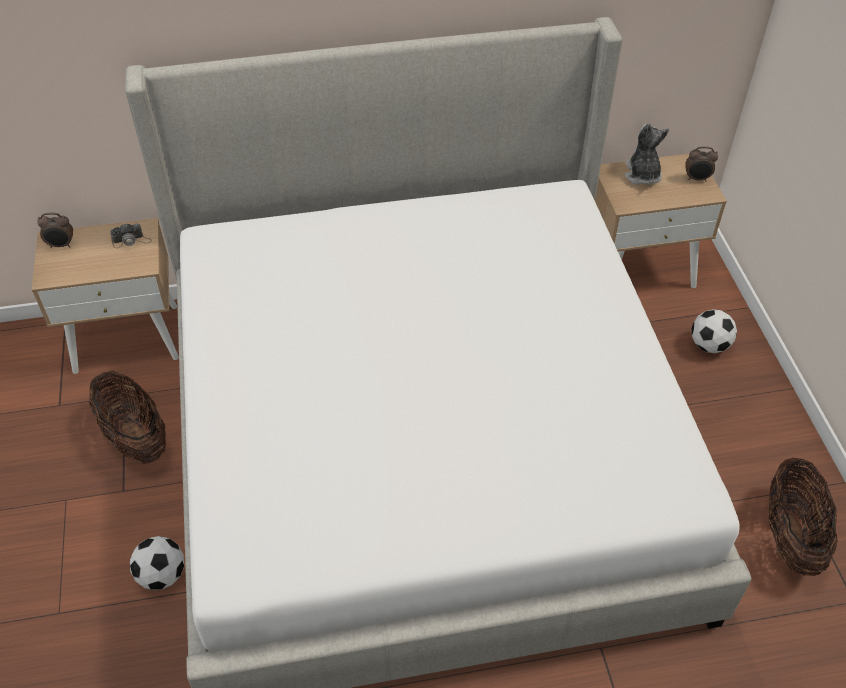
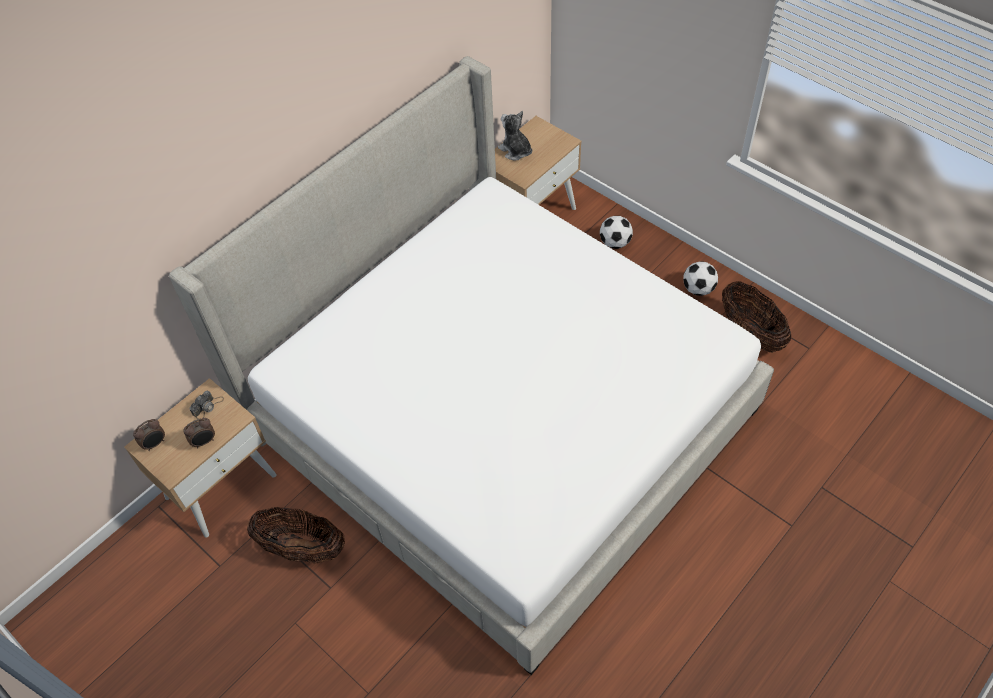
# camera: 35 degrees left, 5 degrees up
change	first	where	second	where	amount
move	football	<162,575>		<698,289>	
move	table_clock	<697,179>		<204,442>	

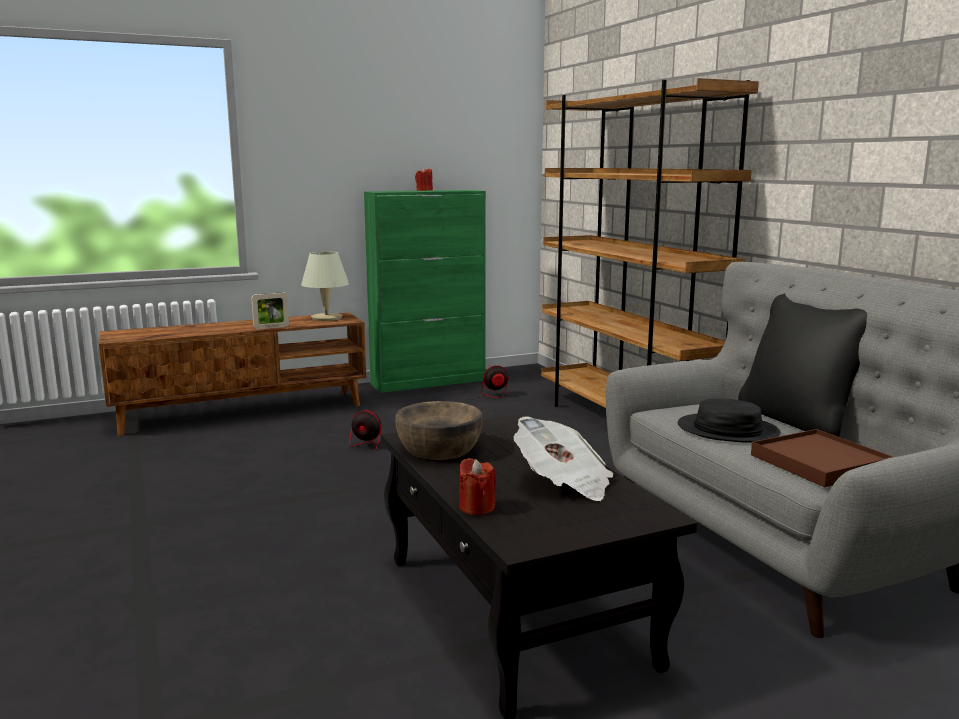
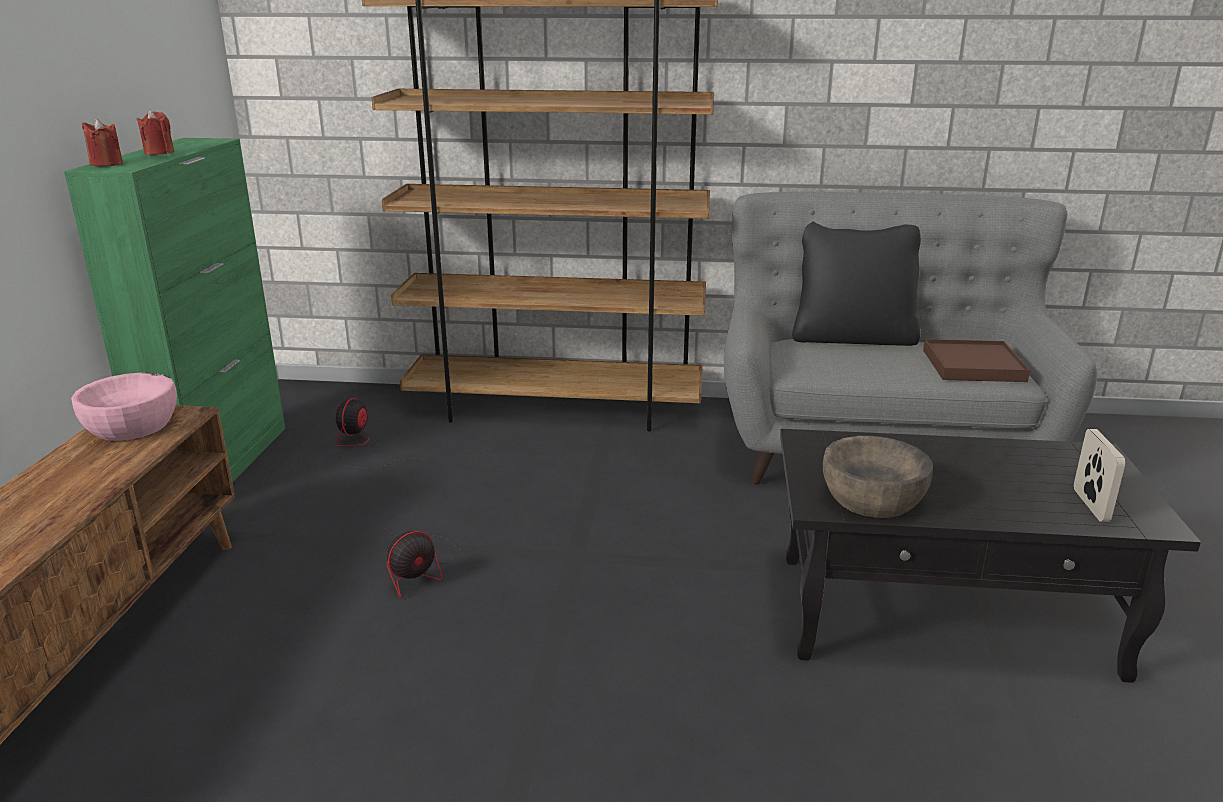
# camera: 60 degrees left, 10 degrees up
change	first	where	second	where	amount
move	picture_frame	<271,327>		<1090,505>	
replace	beige-coloured_lamp_for_a_table	<327,318>	pink_bowl	<131,426>	
move	red_candle	<476,507>		<106,164>	
delete	daily_paper	<564,483>			
delete	black_hat	<727,430>			

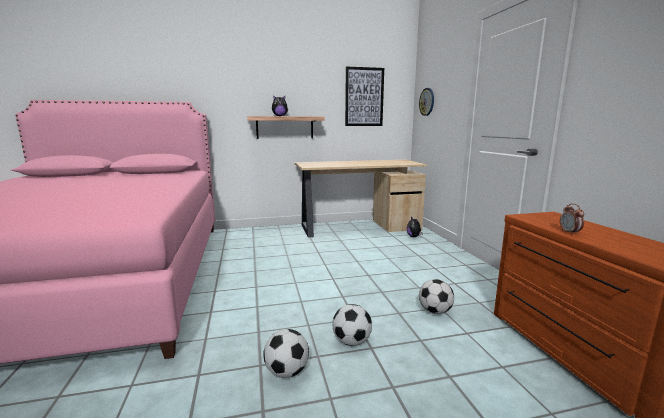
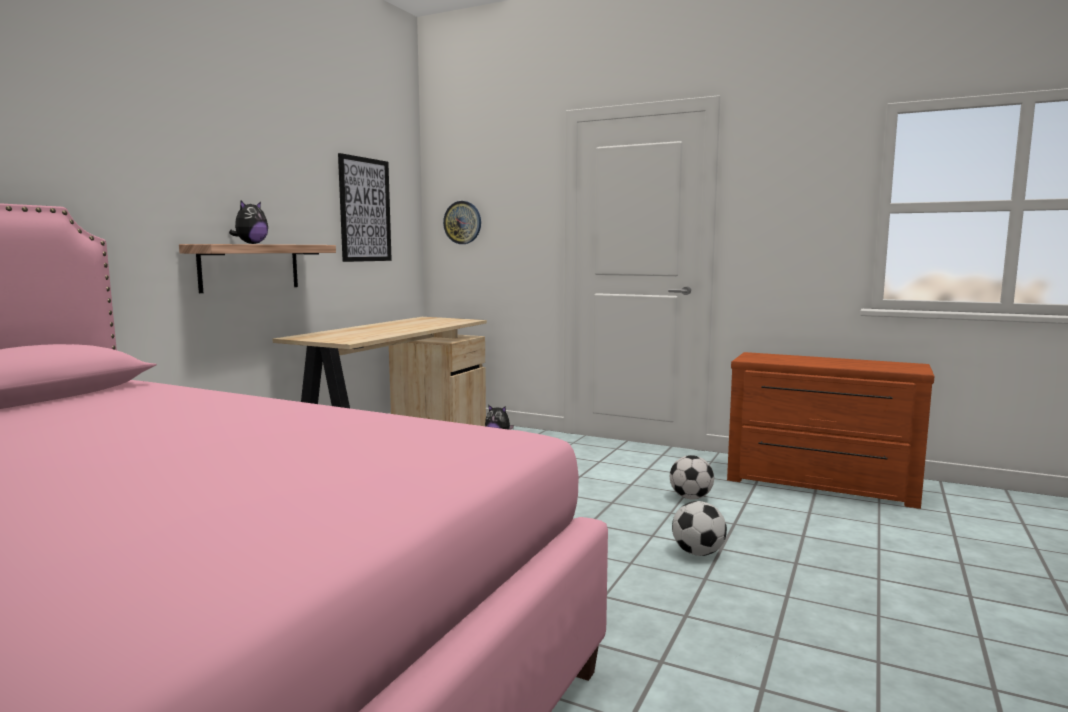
# camera: 50 degrees left, 5 degrees down
change	first	where	second	where	amount
delete	football	<287,372>			
delete	table_clock	<569,233>			

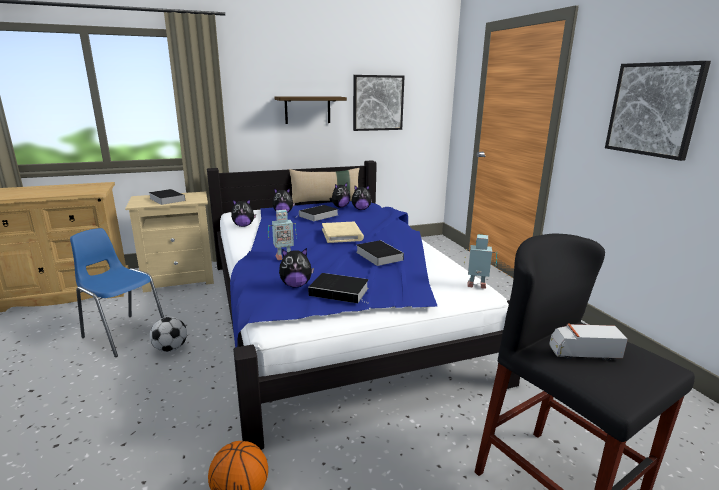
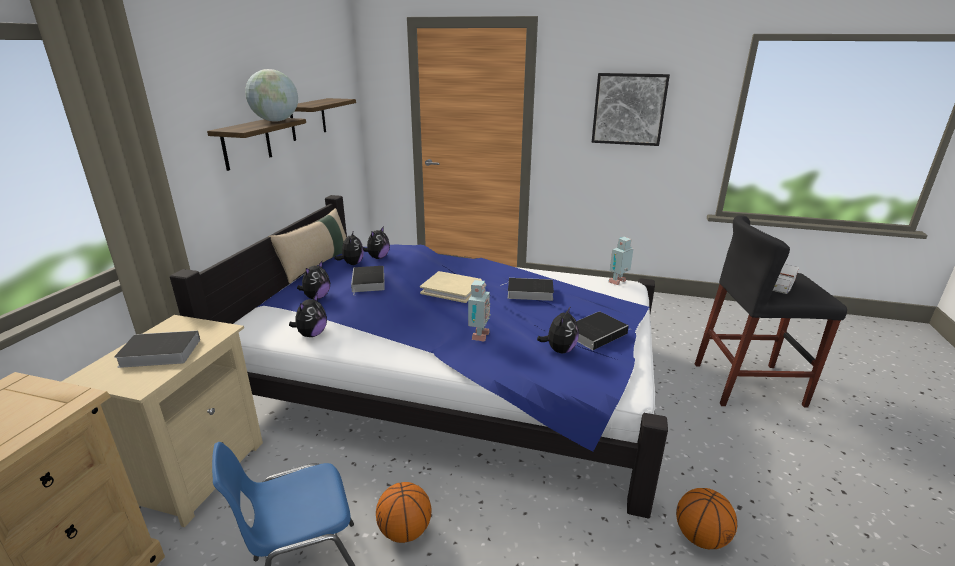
# camera: 55 degrees left, 5 degrees up
change	first	where	second	where	amount
replace	football	<170,349>	ball_for_basketball	<405,531>	
replace	wall_picture	<378,103>	wall_shelf	<308,119>	
insert			world_globe	<276,121>	

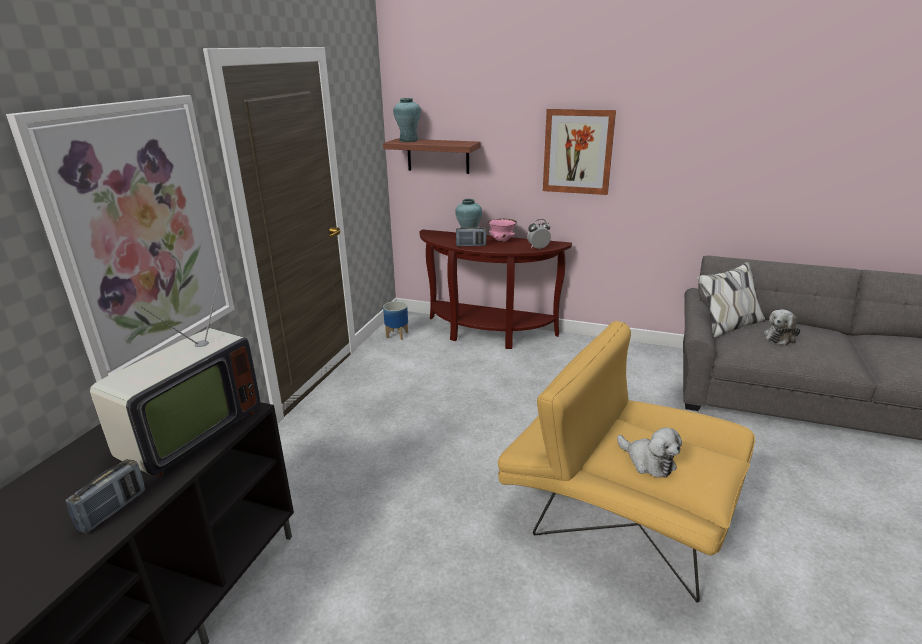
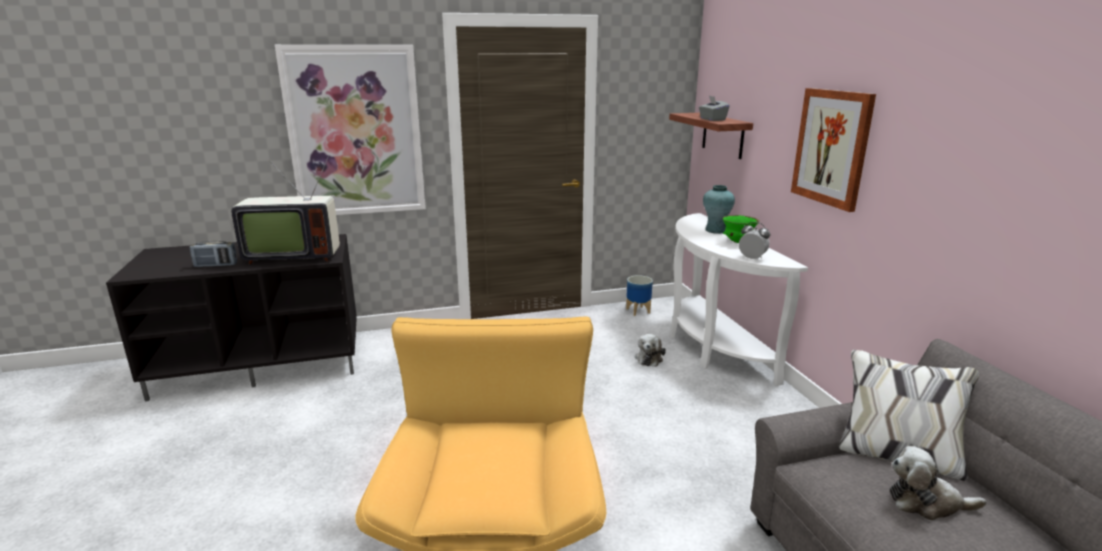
# camera: 55 degrees right, 5 degrees down
change	first	where	second	where	amount
delete	turquoise_vase	<408,140>			
recolor	brown_narrow_table	<487,333>	white-coloured_narrow_table	<712,347>	
delete	radio_set	<471,245>			
recolor	pink_bowl	<502,241>	green-coloured_bowl	<738,242>	
move	cuddly_toy	<648,461>		<649,358>	
insert			grey_tissue_holder	<712,119>	

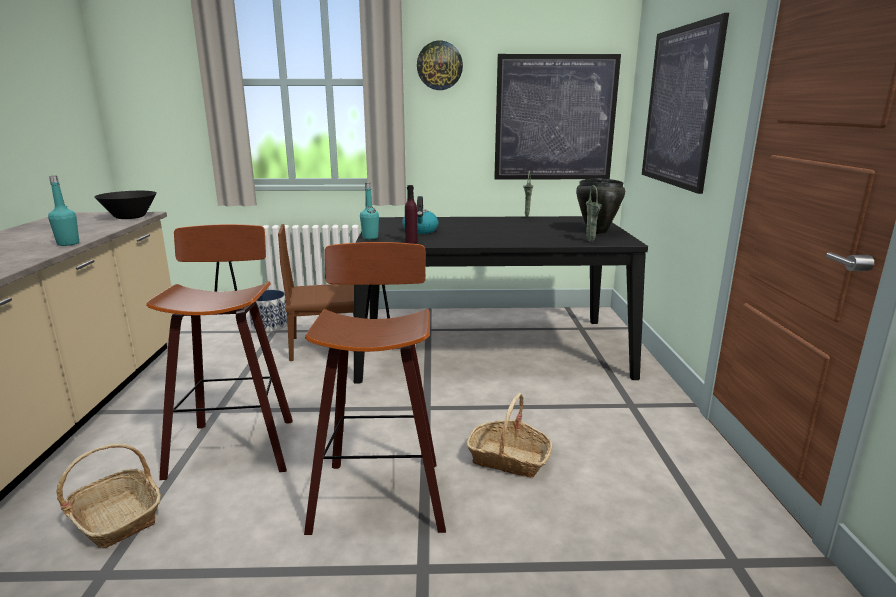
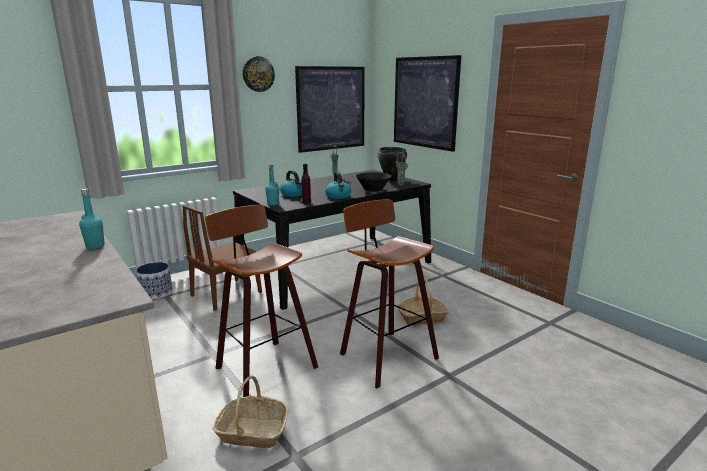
# camera: 35 degrees left, 0 degrees up
change	first	where	second	where	amount
move	black_bowl	<130,217>		<373,190>	
insert			kettle	<338,196>	

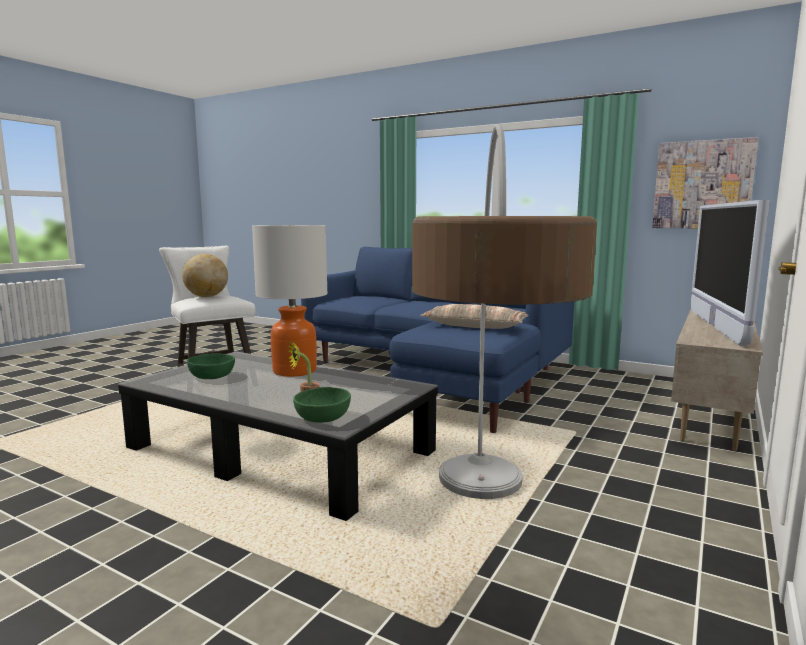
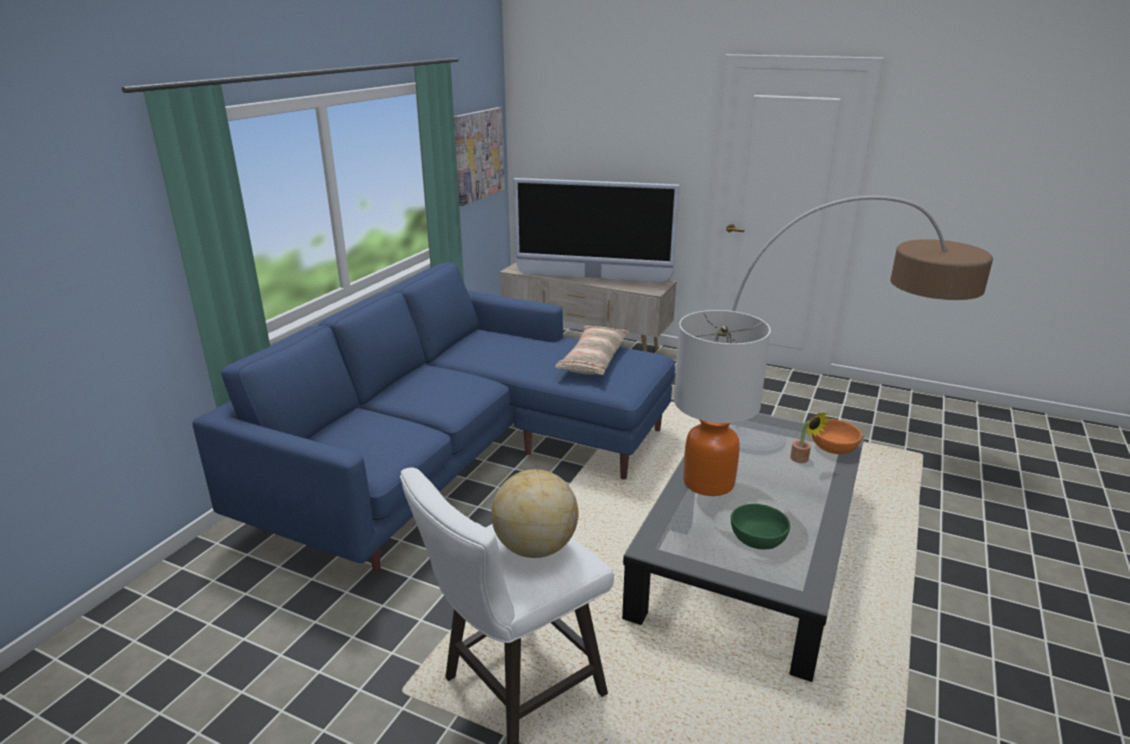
# camera: 95 degrees left, 15 degrees up
change	first	where	second	where	amount
recolor	green-coloured_bowl	<322,417>	orange_bowl	<834,447>	

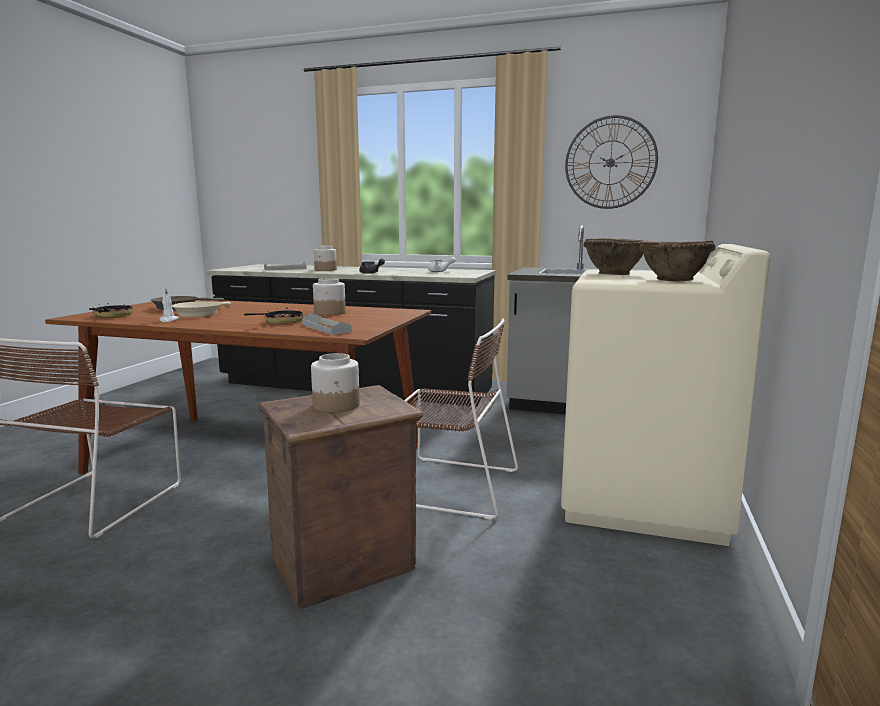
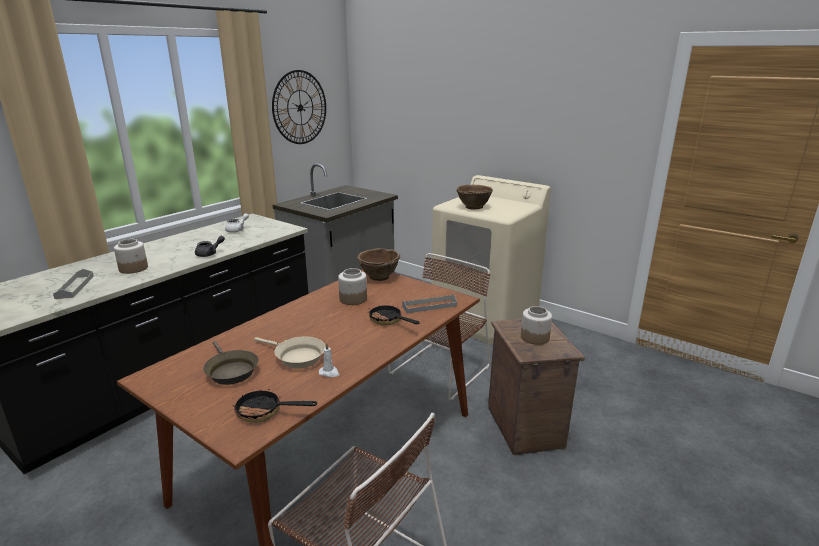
# camera: 70 degrees left, 10 degrees up
change	first	where	second	where	amount
move	brown_bowl	<672,280>		<379,277>	

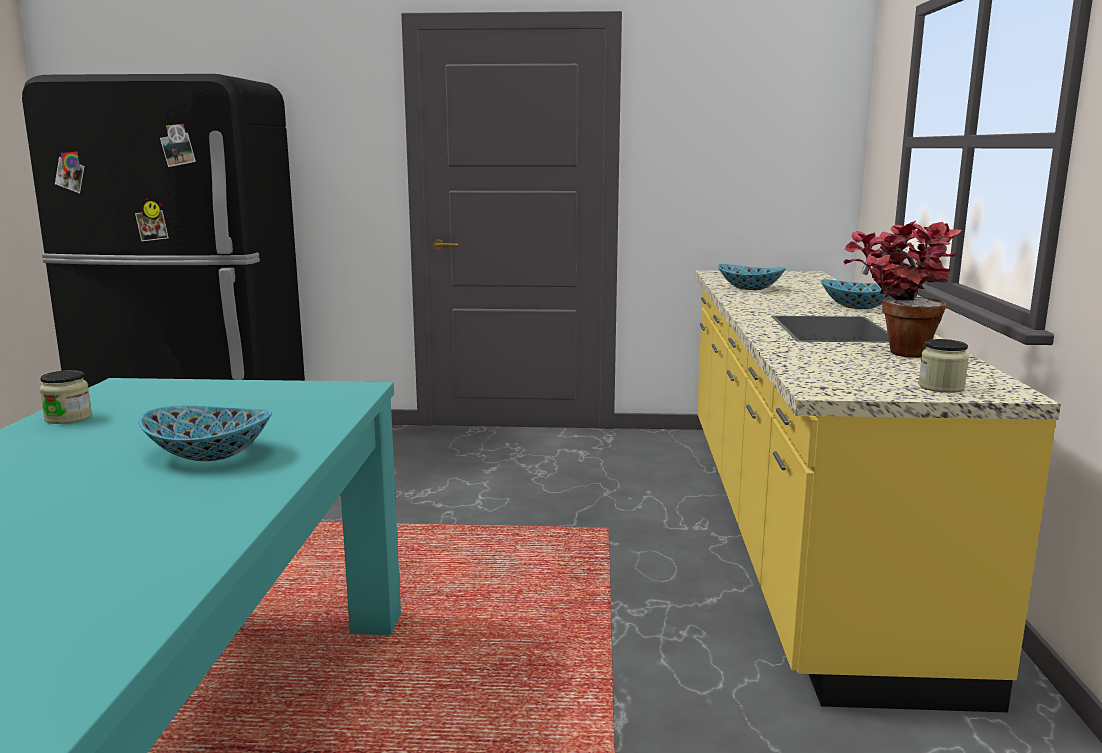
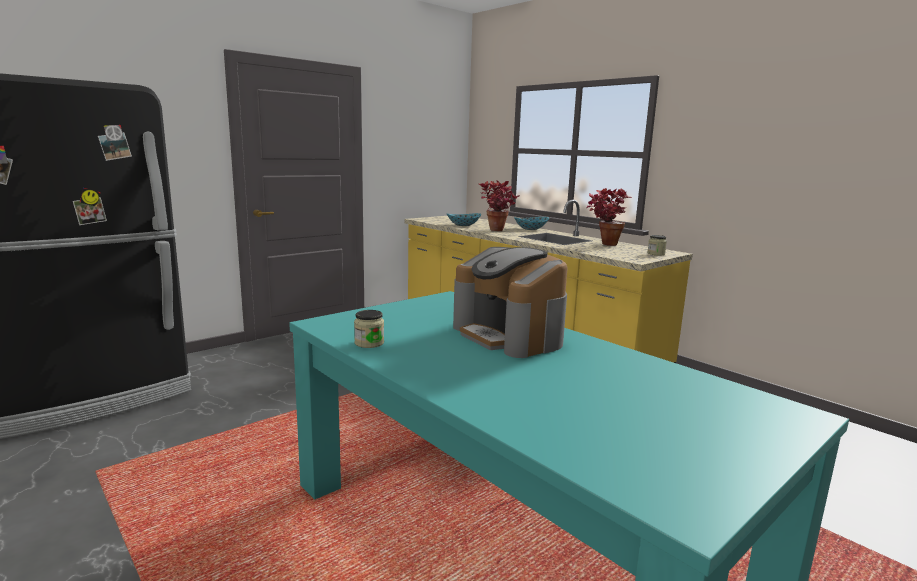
# camera: 45 degrees left, 0 degrees up
change	first	where	second	where	amount
replace	bowl	<209,455>	coffee_machine	<509,335>	
insert			potted_plant	<497,231>	

